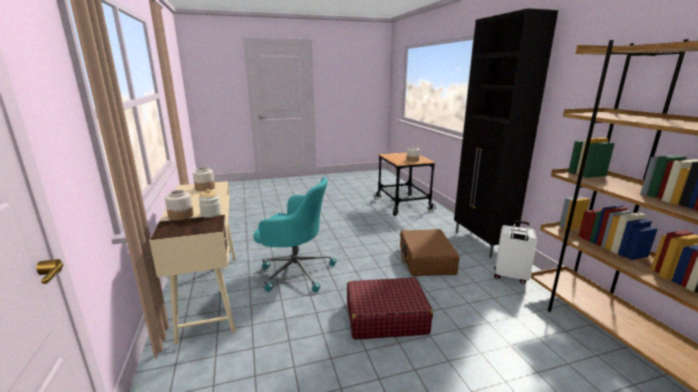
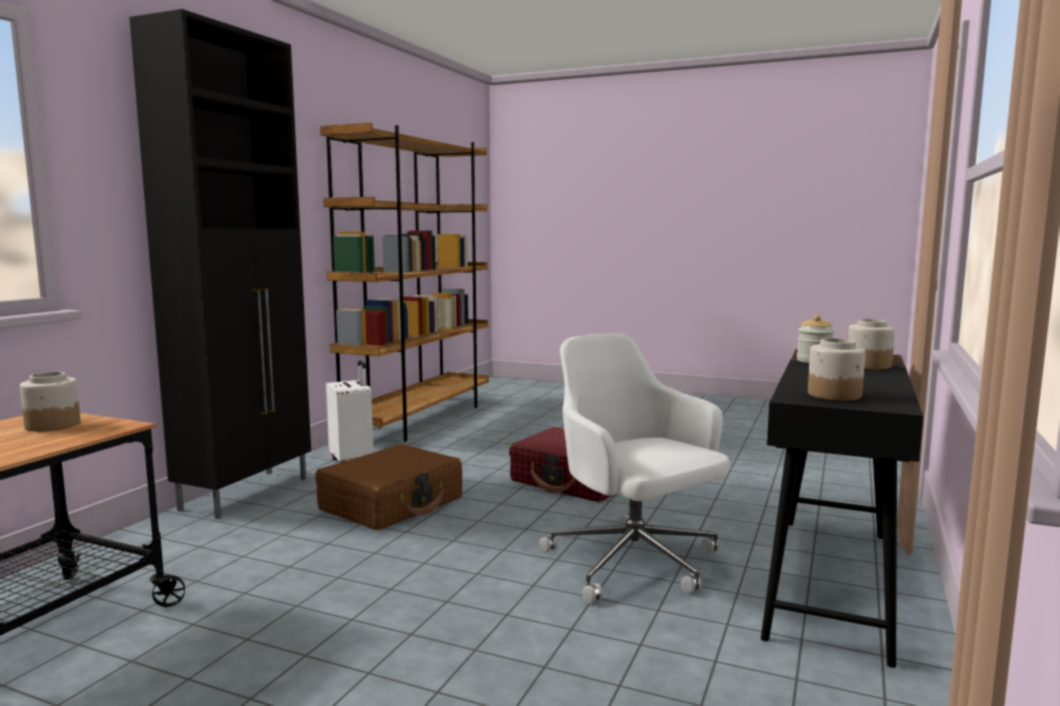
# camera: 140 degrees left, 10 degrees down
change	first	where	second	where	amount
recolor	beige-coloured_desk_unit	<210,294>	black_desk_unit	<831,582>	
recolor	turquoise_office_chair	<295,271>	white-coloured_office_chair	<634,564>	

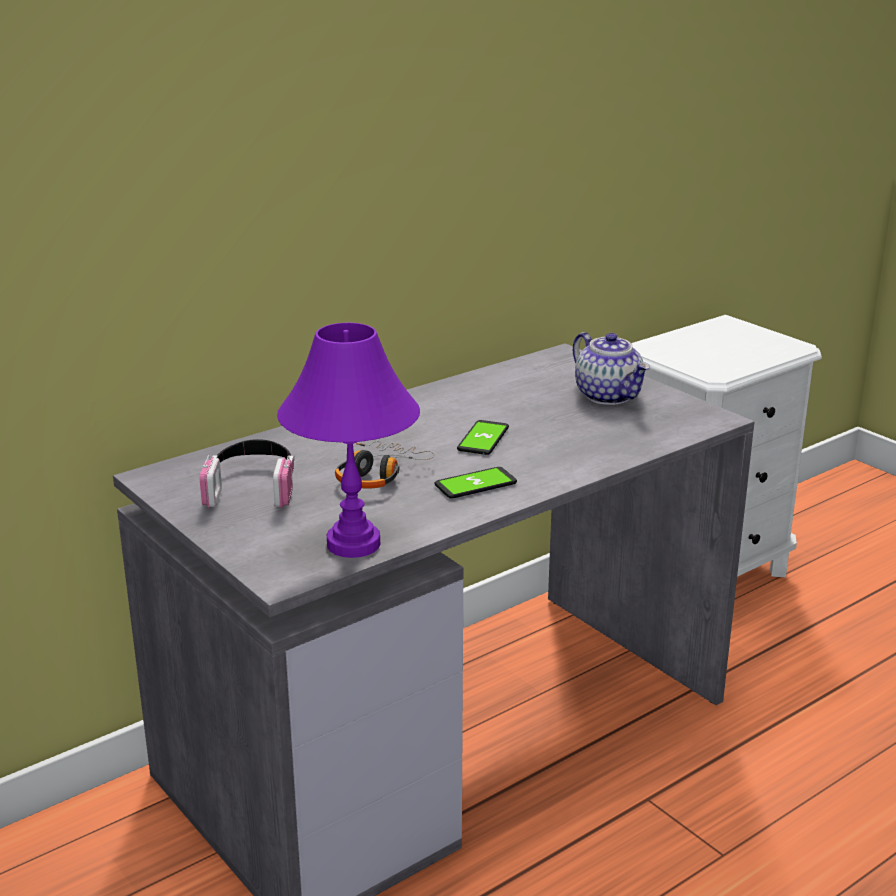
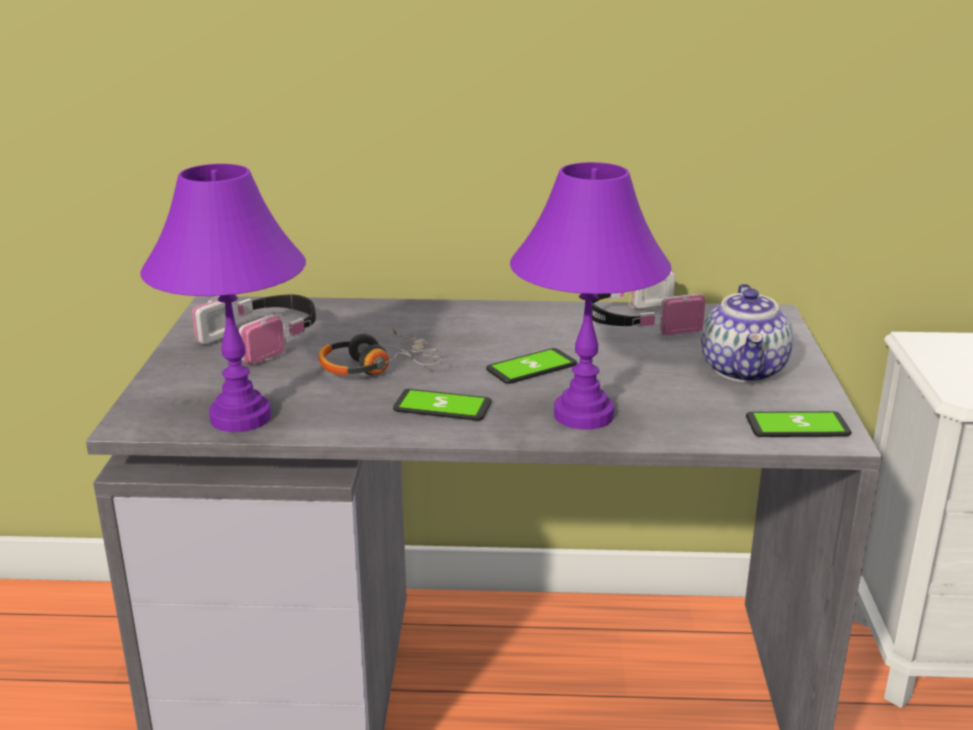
# camera: 40 degrees right, 0 degrees up
change	first	where	second	where	amount
insert			purple_lamp_for_a_table	<585,415>	
insert			headset	<638,323>	
insert			phone	<797,426>	

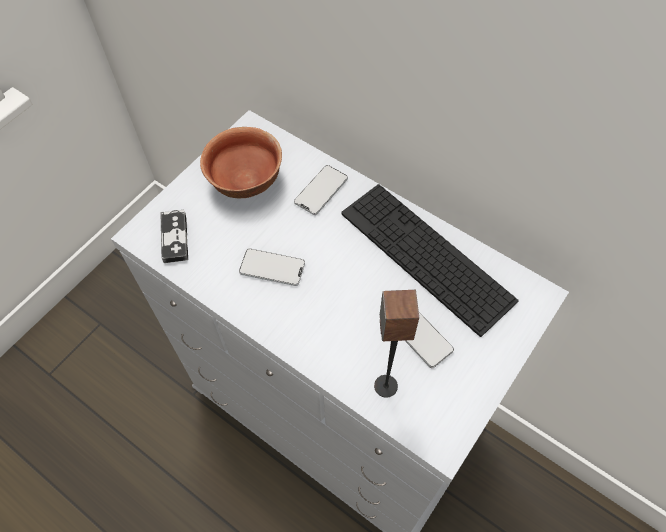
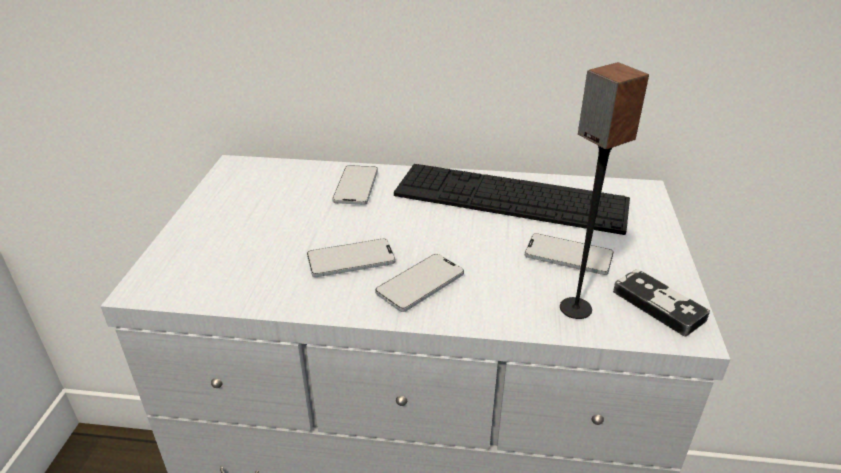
# camera: 30 degrees left, 25 degrees down
change	first	where	second	where	amount
move	joypad	<175,238>		<658,305>	
delete	bowl	<246,182>			
insert			phone	<420,283>	

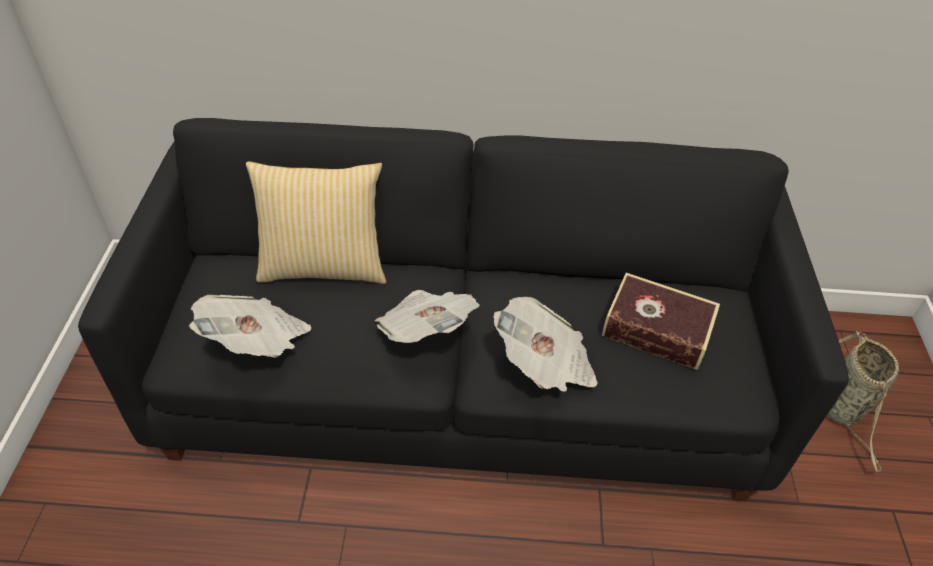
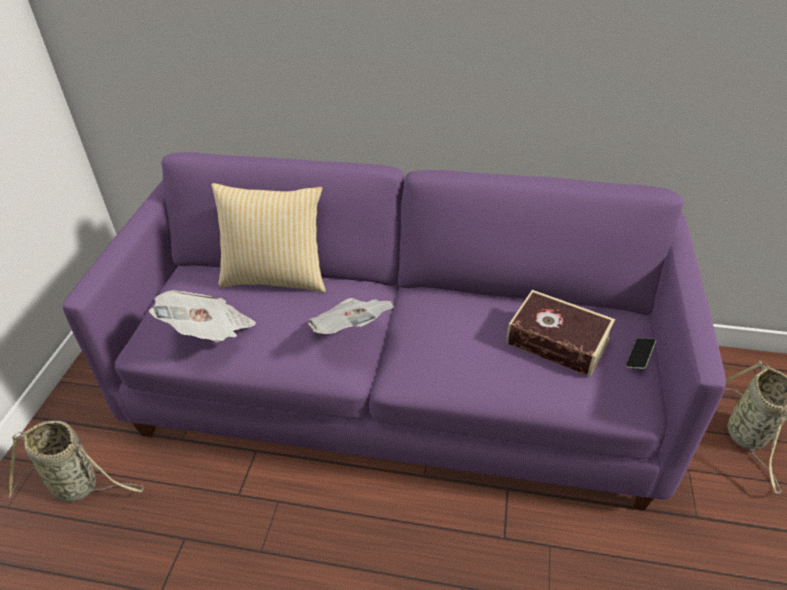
# camera: 10 degrees right, 5 degrees down
change	first	where	second	where	amount
recolor	black_sofa	<462,380>	purple_sofa	<397,388>	
delete	daily_paper	<544,364>			
insert			household_basket	<79,486>	
insert			phone	<639,357>	

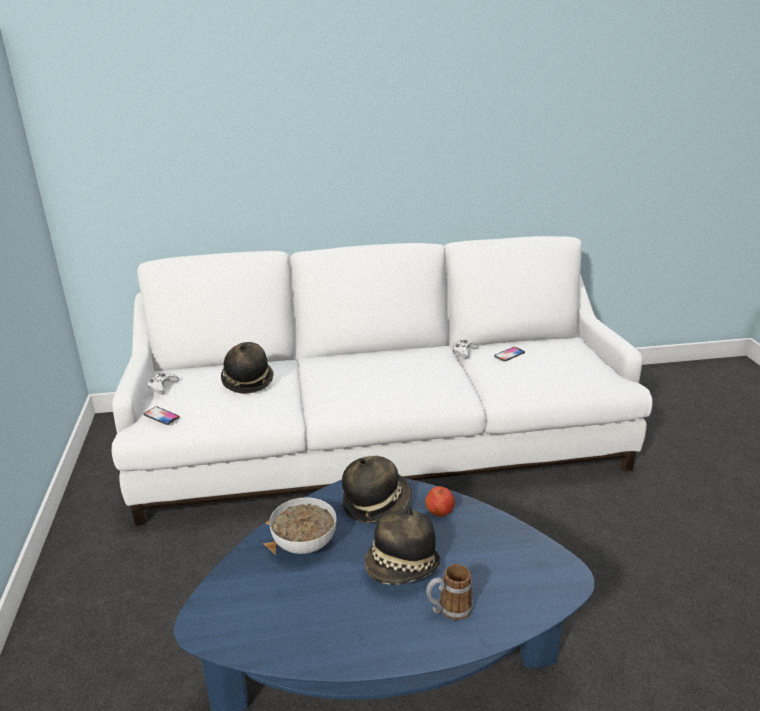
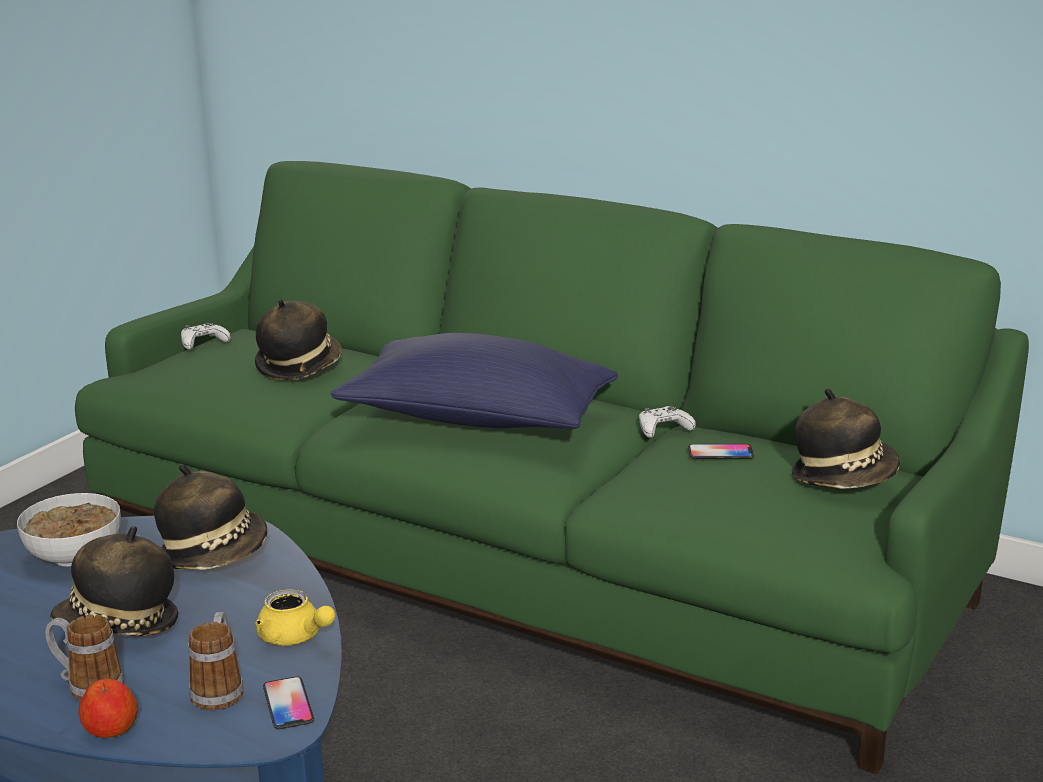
# camera: 40 degrees right, 5 degrees down
change	first	where	second	where	amount
recolor	white-coloured_sofa	<382,441>	green-coloured_sofa	<525,558>	
move	phone	<161,416>		<288,704>	
move	apple_fruit	<440,511>		<110,729>	
insert			coffee_mug	<219,689>	
insert			yellow_tea_pot	<295,638>	
insert			blue-coloured_cushion	<476,420>	
insert			hat	<844,477>	

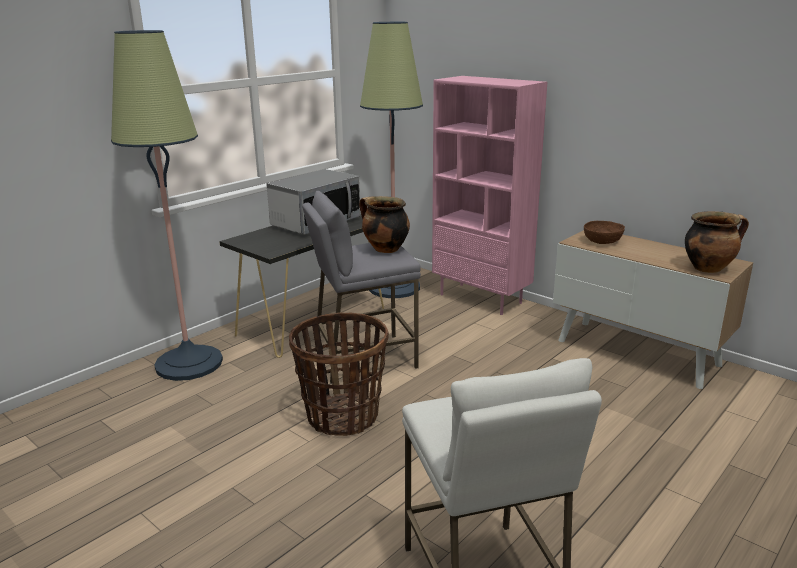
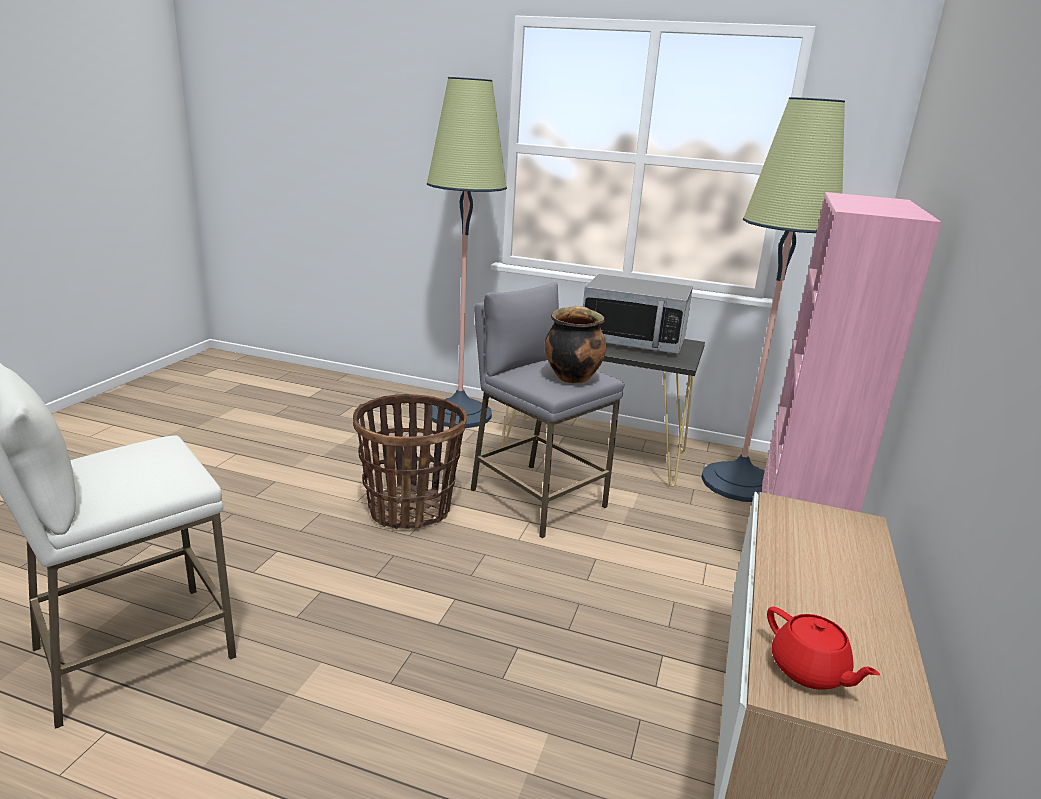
# camera: 65 degrees right, 0 degrees up
change	first	where	second	where	amount
delete	brown_bowl	<602,241>			
replace	cooking_pot	<708,268>	red_tea_pot	<809,671>	

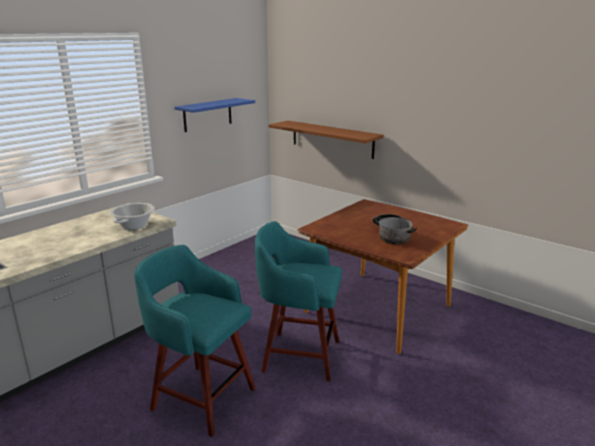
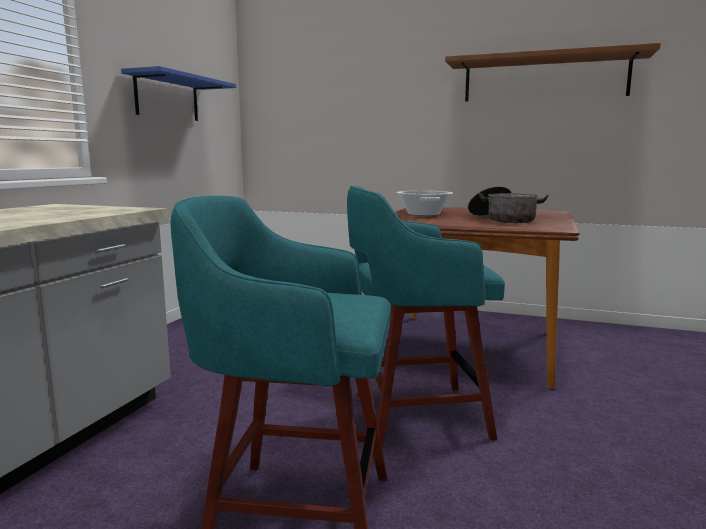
# camera: 20 degrees left, 10 degrees down
change	first	where	second	where	amount
move	cooking_pot	<134,225>		<423,214>	
move	brown_wall_shelf	<332,139>		<544,78>	

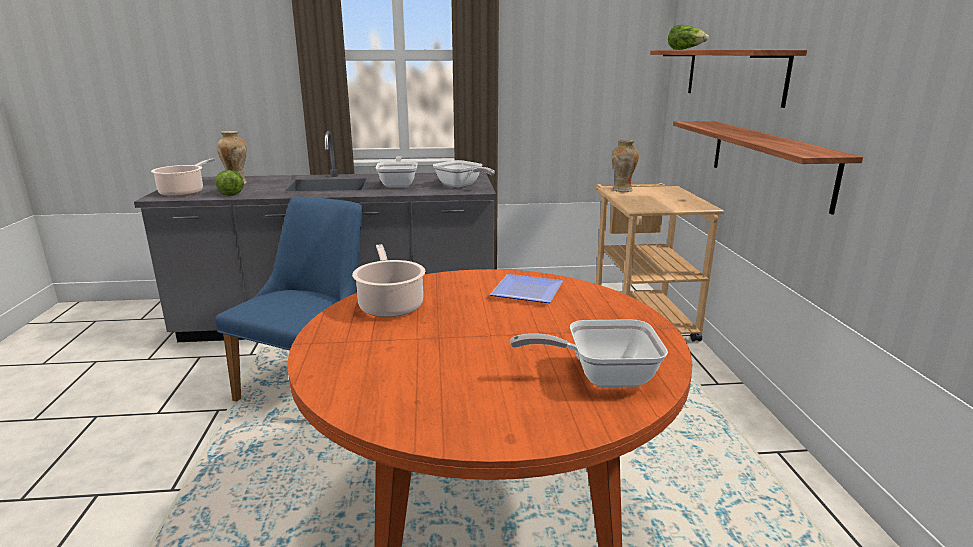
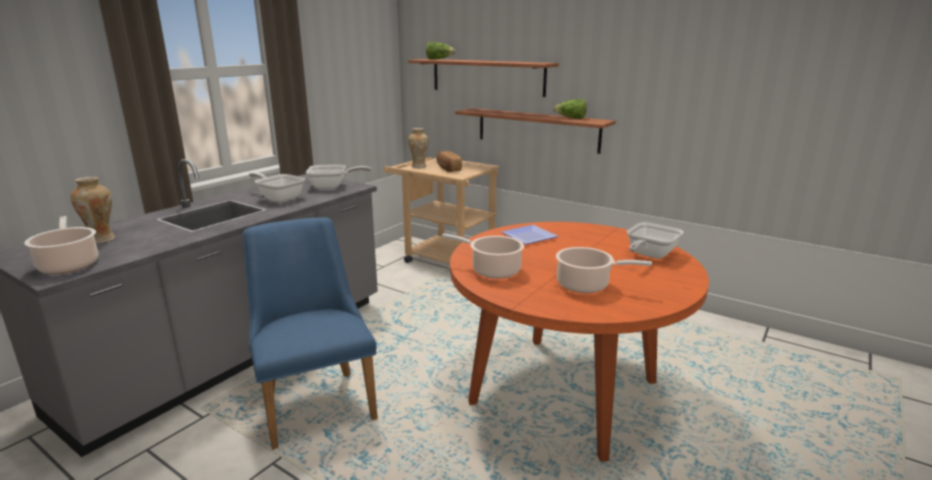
# camera: 50 degrees left, 0 degrees up
change	first	where	second	where	amount
move	lettuce_head	<230,193>		<570,118>	
insert			bakery_bread	<448,169>	
insert			cooking_pot	<586,285>	

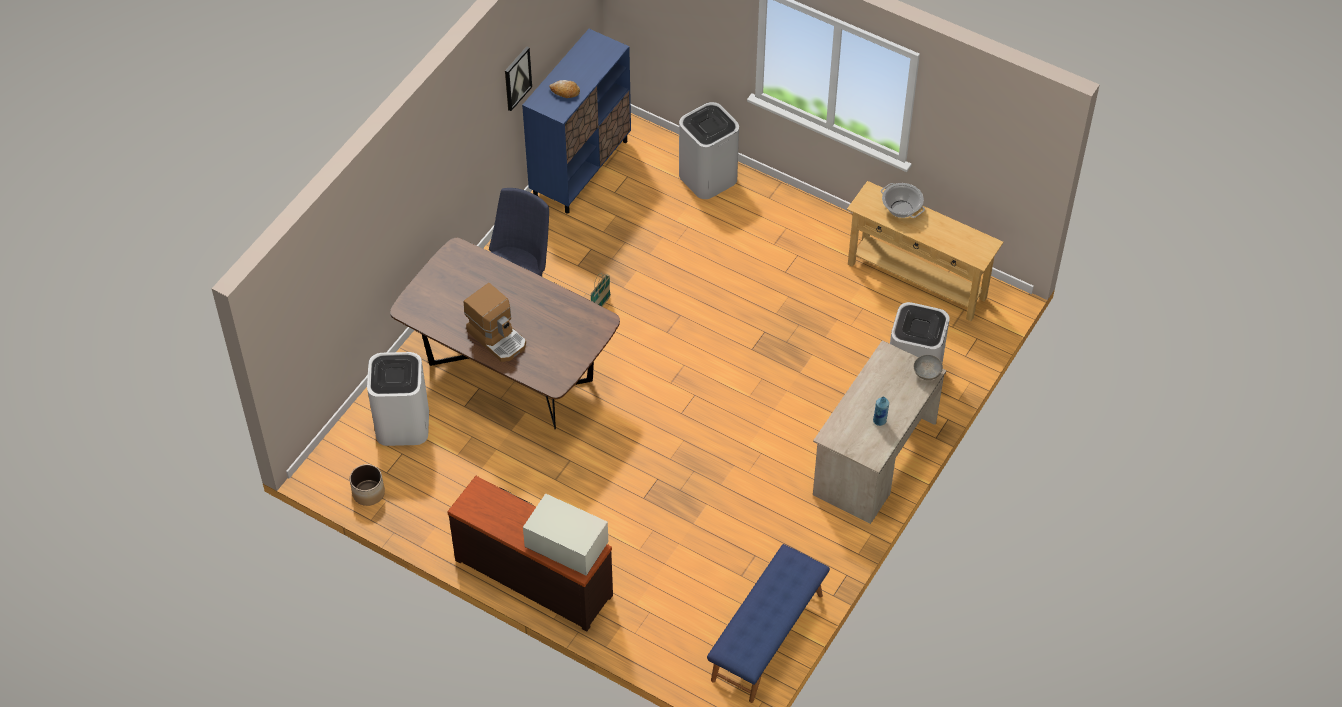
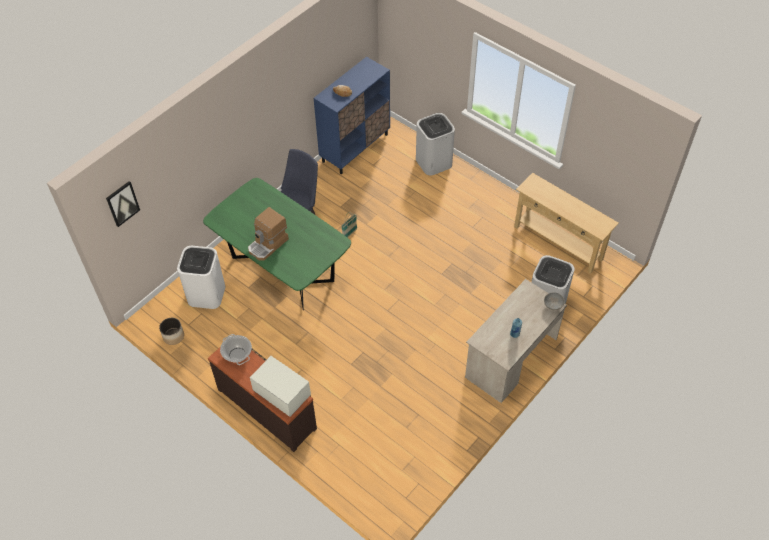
# camera: 10 degrees right, 0 degrees up
change	first	where	second	where	amount
recolor	brown_dining_table	<511,372>	green-coloured_dining_table	<283,269>	
rotate	coffee_machine	<497,337>		<268,245>	75 degrees clockwise
move	wall_picture	<517,78>		<122,203>	
delete	blue-coloured_indoor_bench	<768,637>			
move	cooking_pot	<901,209>		<237,354>	

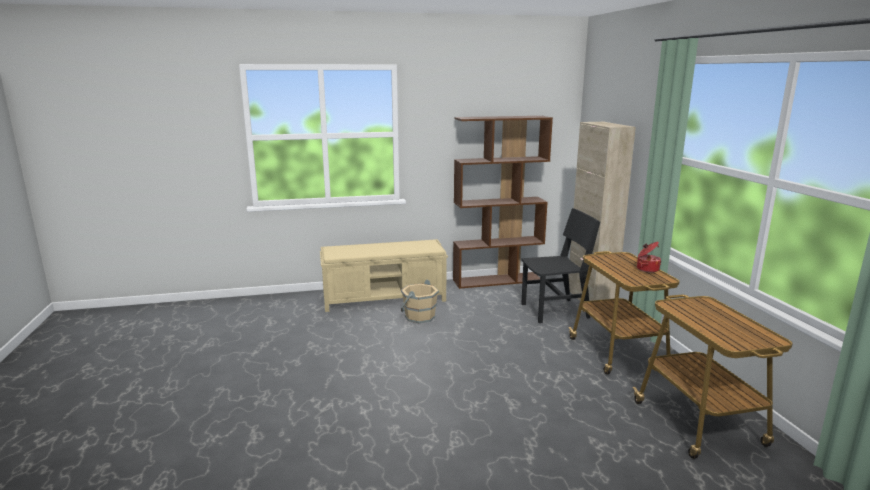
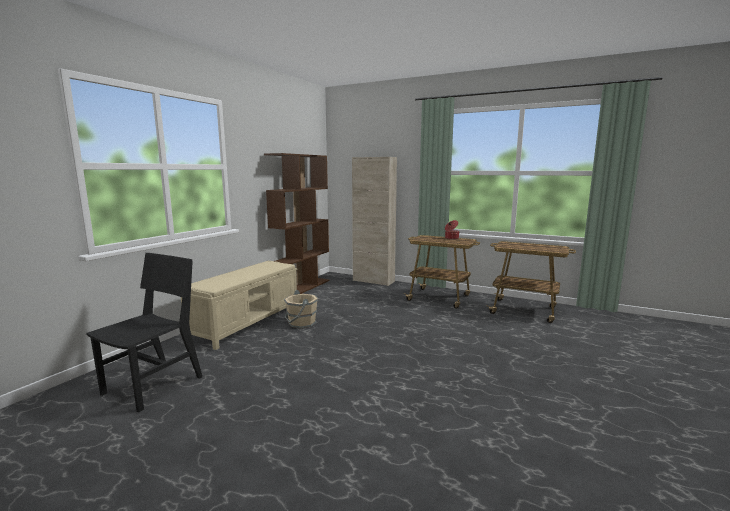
# camera: 50 degrees left, 5 degrees down
change	first	where	second	where	amount
move	black_upright_chair	<555,311>		<153,385>	

